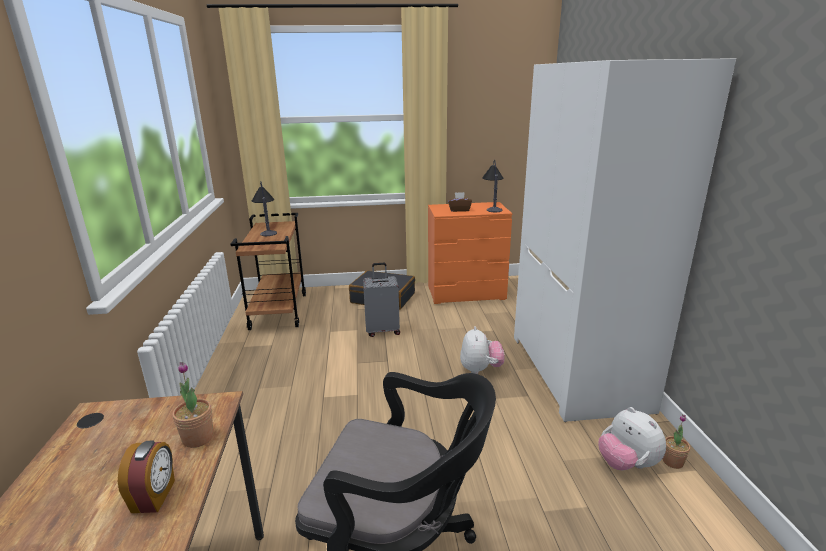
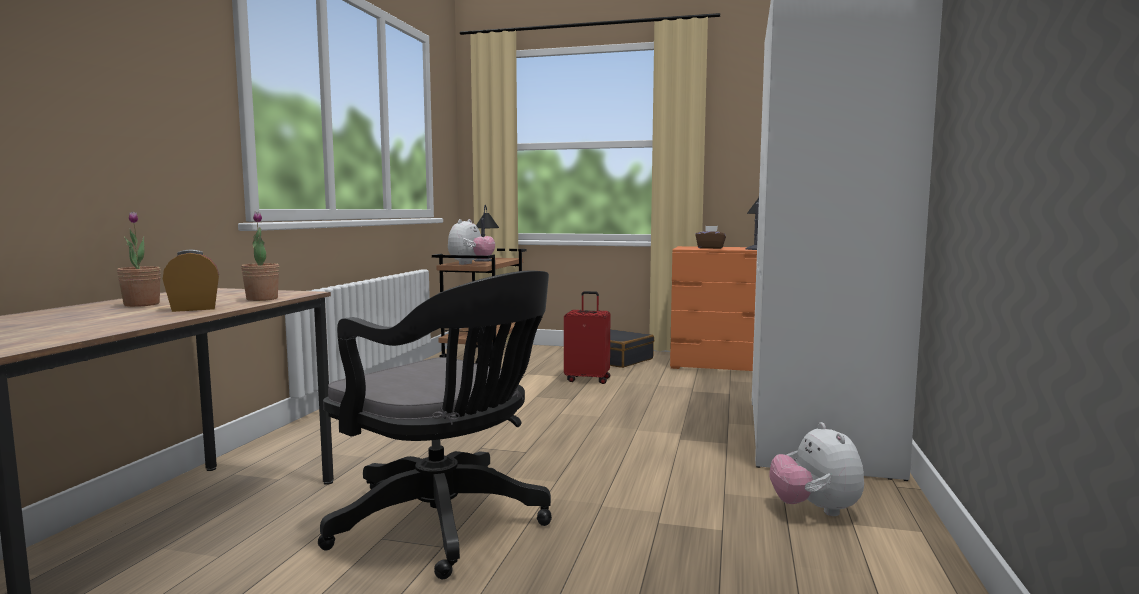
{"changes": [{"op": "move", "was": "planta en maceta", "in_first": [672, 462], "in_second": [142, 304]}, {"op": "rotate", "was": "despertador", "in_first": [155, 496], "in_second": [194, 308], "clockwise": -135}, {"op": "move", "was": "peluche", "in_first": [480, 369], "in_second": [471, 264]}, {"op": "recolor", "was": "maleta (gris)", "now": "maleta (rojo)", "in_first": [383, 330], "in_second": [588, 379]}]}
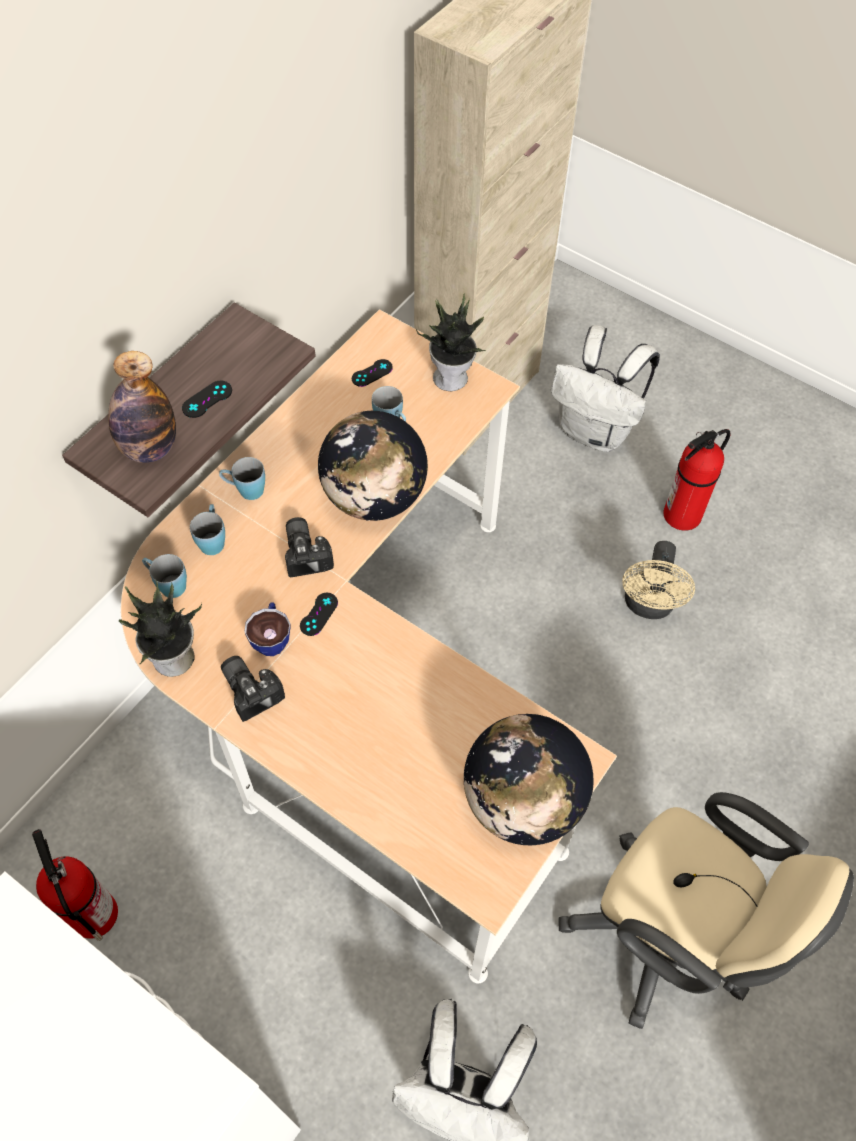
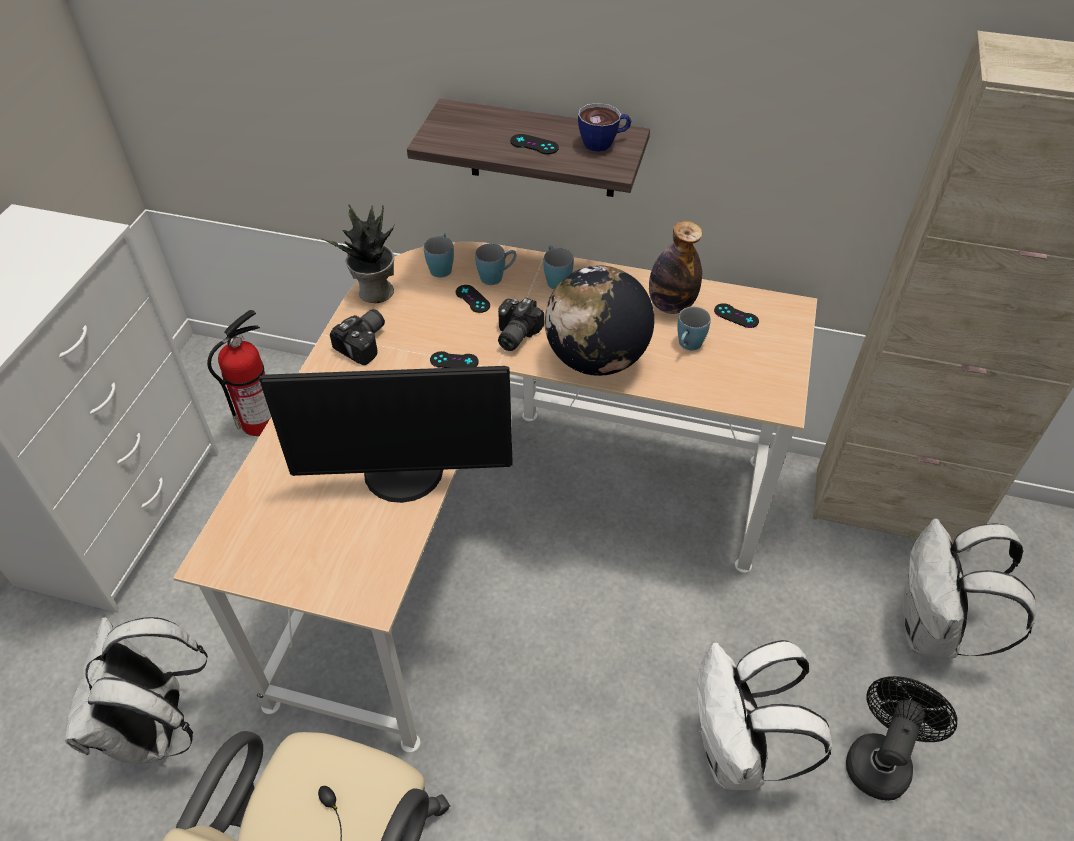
{"changes": [{"op": "insert", "now": "monitor", "in_second": [404, 474]}, {"op": "insert", "now": "mando de consola (negro)", "in_second": [472, 299]}, {"op": "rotate", "was": "cámara", "in_first": [307, 552], "in_second": [513, 335], "clockwise": 150}, {"op": "move", "was": "taza", "in_first": [272, 637], "in_second": [604, 142]}, {"op": "move", "was": "botella", "in_first": [149, 448], "in_second": [671, 305]}, {"op": "replace", "was": "ventilador (beis)", "now": "mochila (blanco)", "in_first": [648, 606], "in_second": [736, 753]}, {"op": "replace", "was": "extintor", "now": "ventilador (negro)", "in_first": [681, 516], "in_second": [880, 758]}, {"op": "delete", "was": "planta en maceta", "in_first": [452, 378]}, {"op": "delete", "was": "globo terráqueo", "in_first": [522, 801]}]}
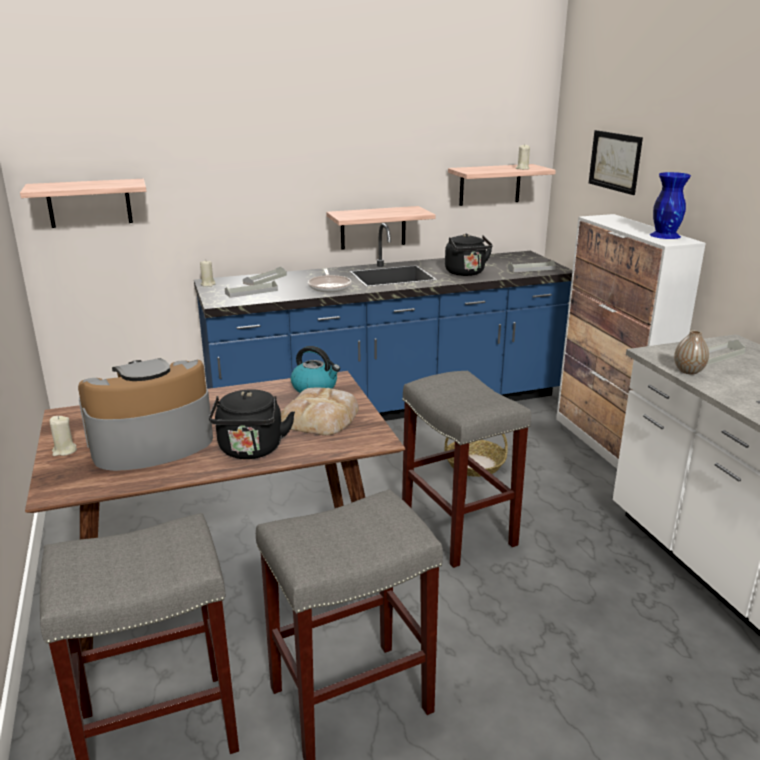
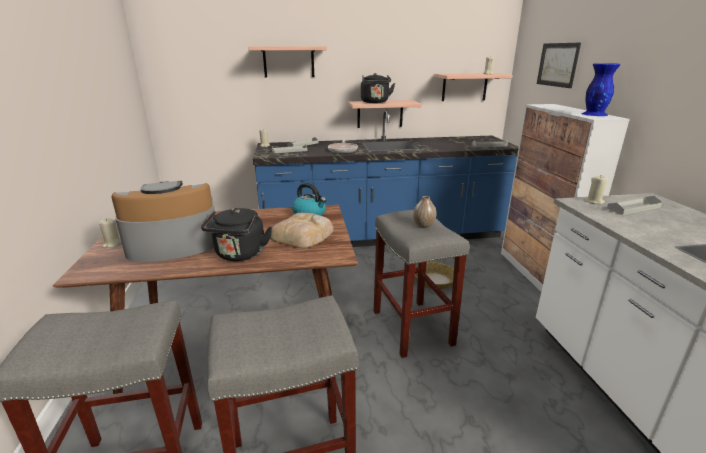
{"changes": [{"op": "move", "was": "estante", "in_first": [89, 203], "in_second": [288, 62]}, {"op": "move", "was": "hervidor (negro)", "in_first": [466, 273], "in_second": [375, 102]}, {"op": "move", "was": "florero", "in_first": [688, 371], "in_second": [423, 225]}, {"op": "insert", "now": "vela (beis)", "in_second": [594, 201]}]}
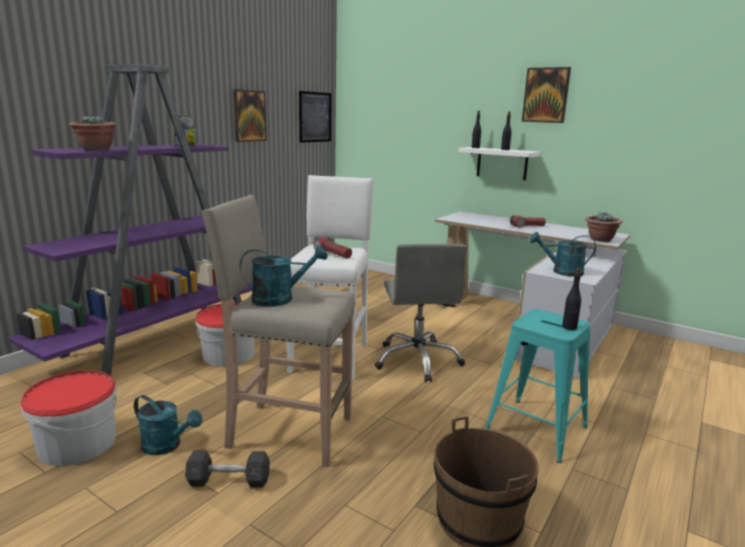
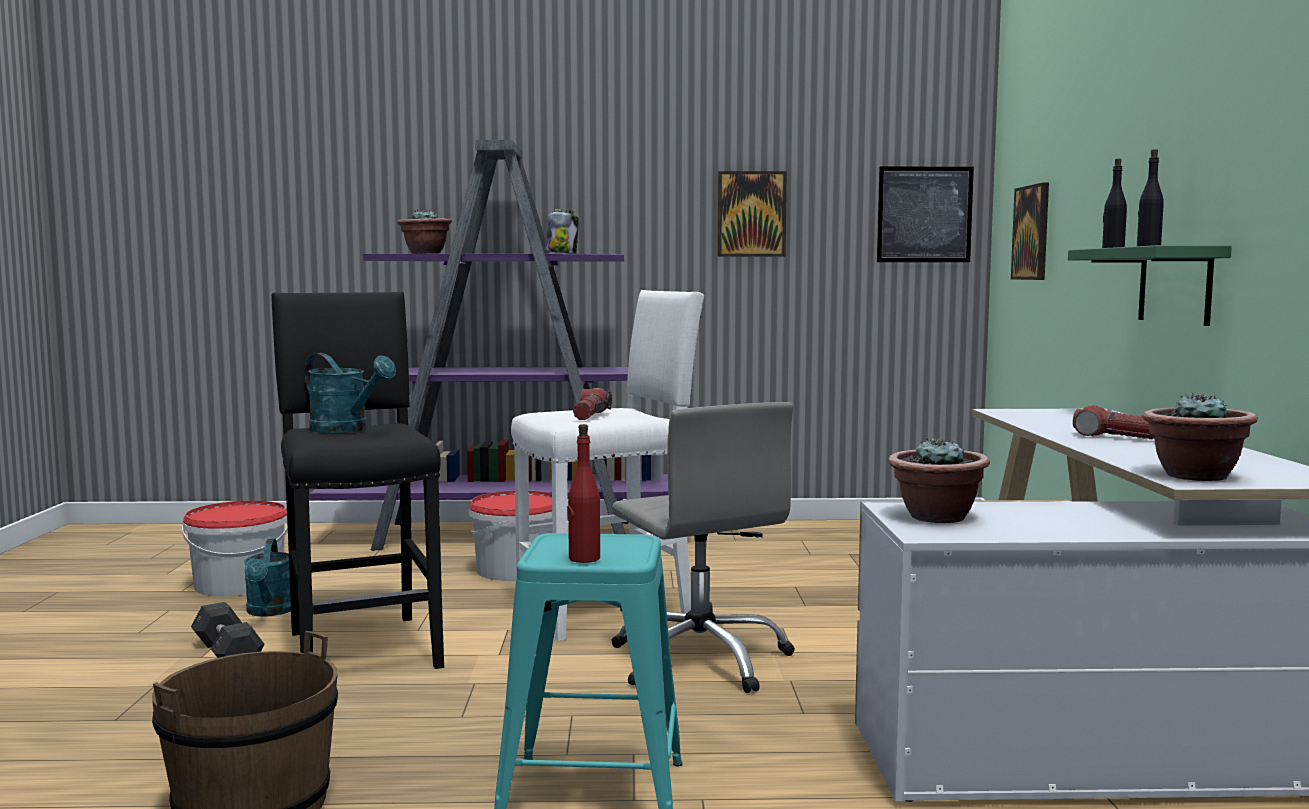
{"changes": [{"op": "recolor", "was": "taburete (beis)", "now": "taburete (negro)", "in_first": [288, 431], "in_second": [363, 648]}, {"op": "recolor", "was": "botella (negro)", "now": "botella (rojo)", "in_first": [569, 327], "in_second": [583, 559]}, {"op": "rotate", "was": "silla de oficina (gris)", "in_first": [418, 360], "in_second": [701, 660], "clockwise": -75}, {"op": "replace", "was": "regadera (turquesa)", "now": "planta en maceta", "in_first": [561, 272], "in_second": [936, 517]}, {"op": "move", "was": "cuadro", "in_first": [546, 95], "in_second": [1032, 232]}, {"op": "recolor", "was": "estante (blanco)", "now": "estante (verde)", "in_first": [502, 163], "in_second": [1175, 285]}]}
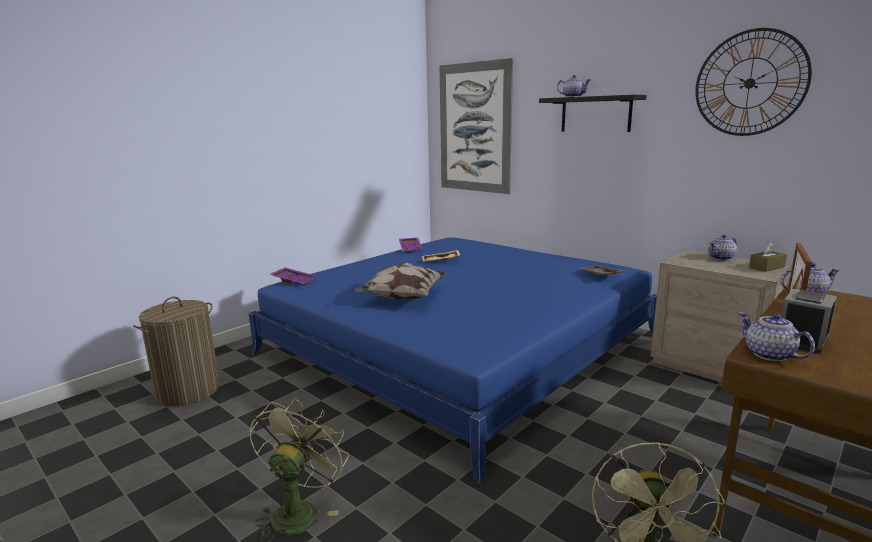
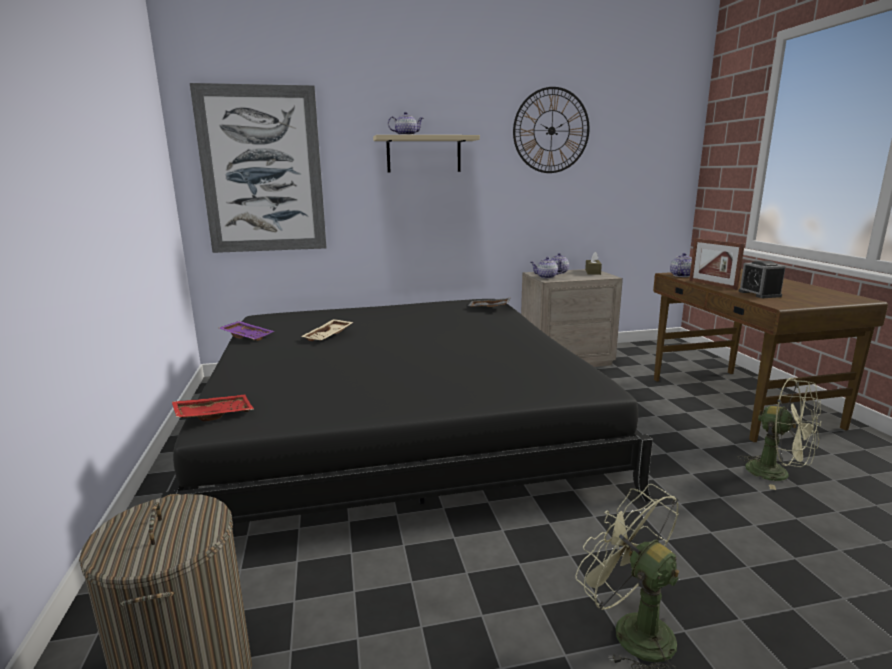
{"changes": [{"op": "recolor", "was": "cama (azul)", "now": "cama (negro)", "in_first": [458, 344], "in_second": [397, 423]}, {"op": "recolor", "was": "bandeja (morado)", "now": "bandeja (rojo)", "in_first": [295, 281], "in_second": [214, 414]}, {"op": "recolor", "was": "estante (negro)", "now": "estante (beis)", "in_first": [595, 114], "in_second": [424, 154]}, {"op": "move", "was": "tetera", "in_first": [769, 355], "in_second": [547, 277]}, {"op": "delete", "was": "cojín", "in_first": [402, 298]}]}
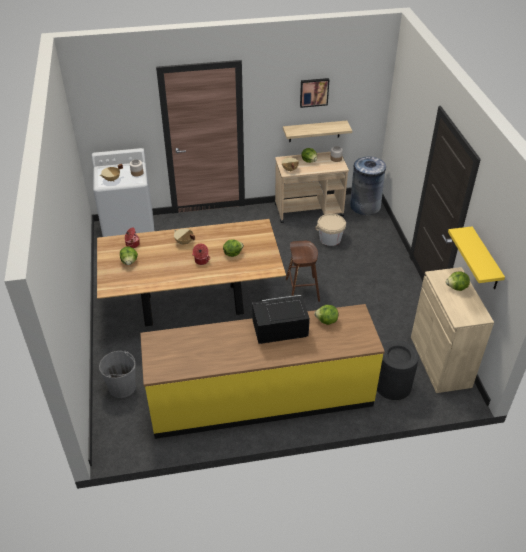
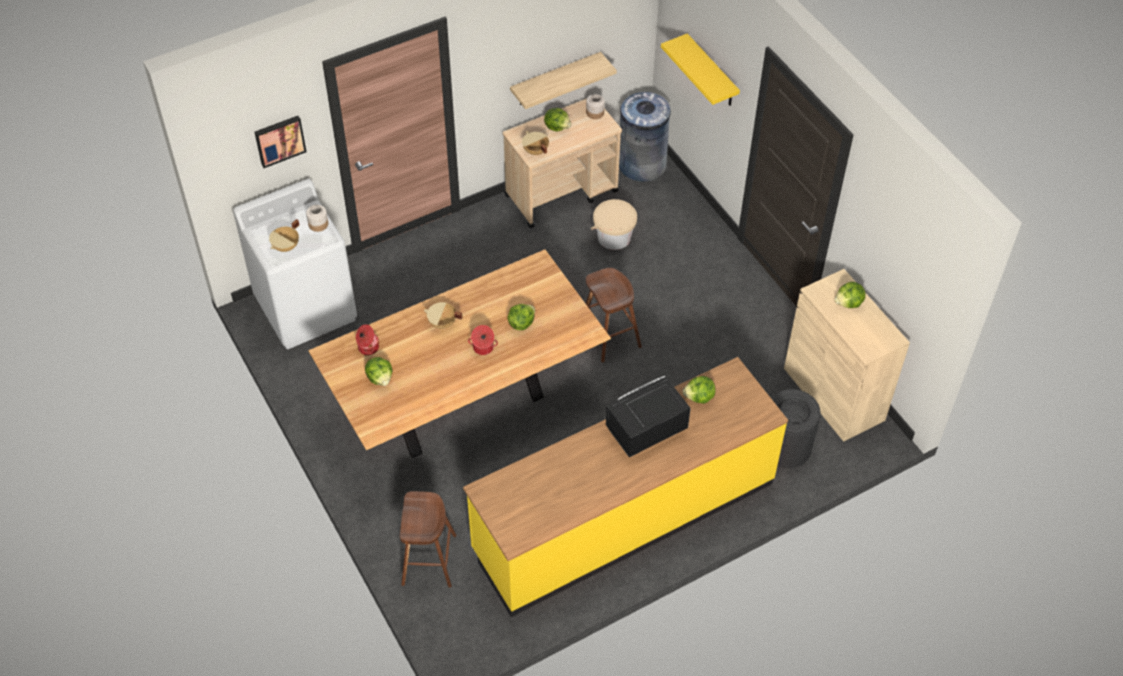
{"changes": [{"op": "move", "was": "cuadro", "in_first": [314, 92], "in_second": [279, 140]}, {"op": "replace", "was": "cubo (gris)", "now": "taburete (marrón)", "in_first": [122, 387], "in_second": [429, 559]}, {"op": "move", "was": "estante (amarillo)", "in_first": [485, 259], "in_second": [712, 72]}]}
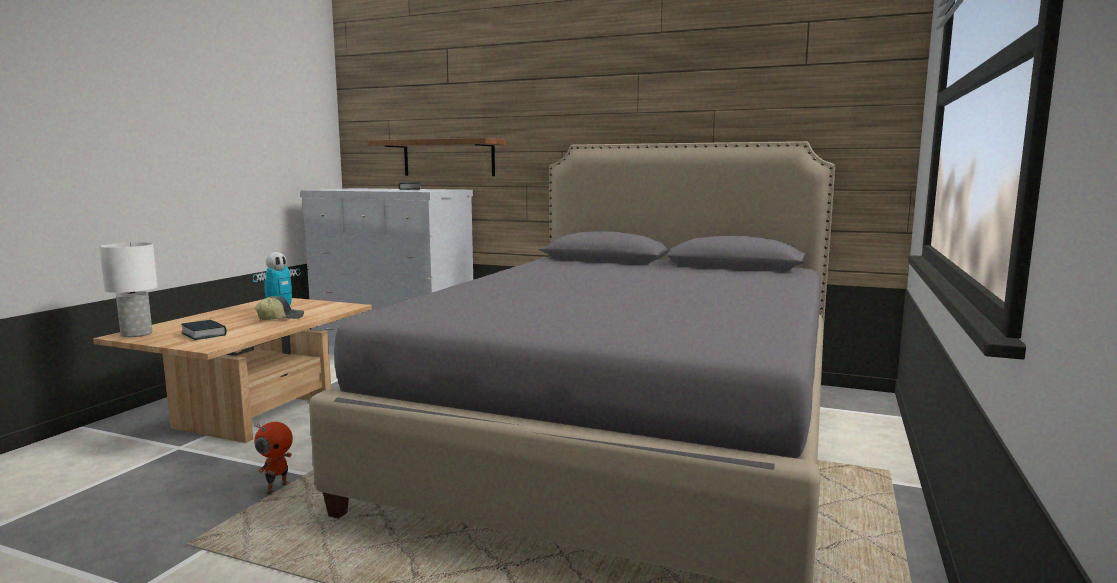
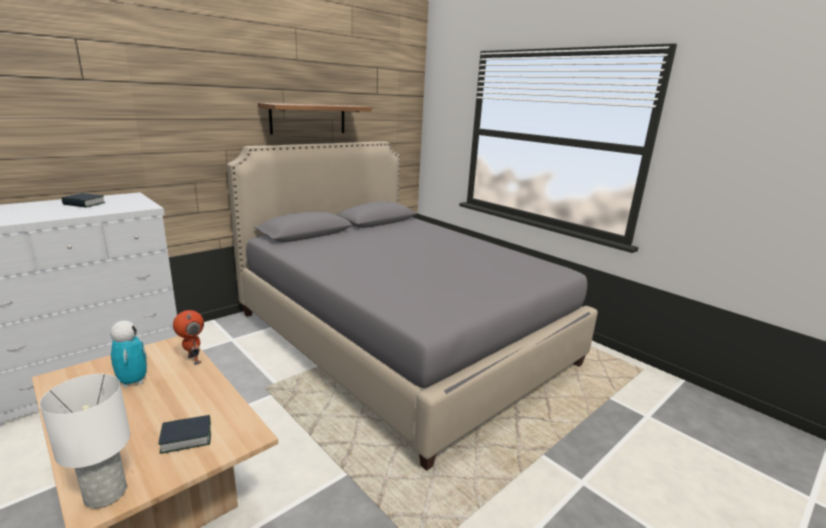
{"changes": [{"op": "move", "was": "robot de juguete", "in_first": [277, 488], "in_second": [193, 360]}, {"op": "move", "was": "estante", "in_first": [448, 158], "in_second": [308, 119]}, {"op": "delete", "was": "gorra", "in_first": [280, 318]}]}
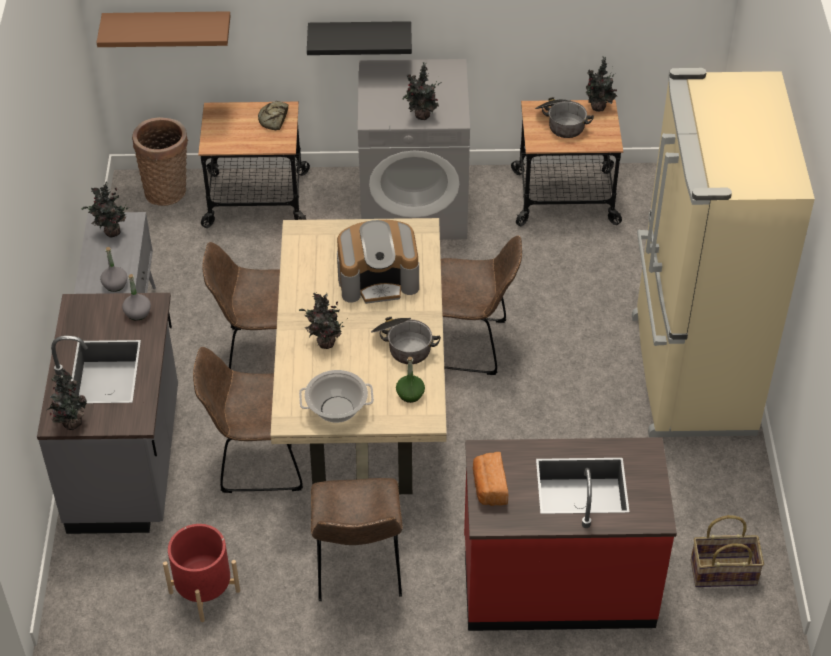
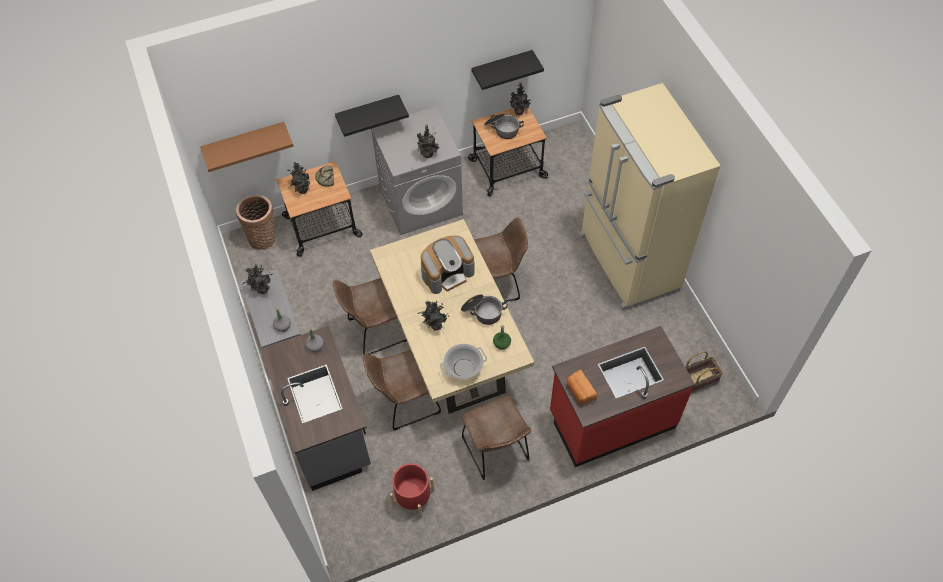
{"changes": [{"op": "move", "was": "planta en maceta", "in_first": [70, 422], "in_second": [302, 190]}, {"op": "insert", "now": "estante (negro)", "in_second": [501, 67]}]}
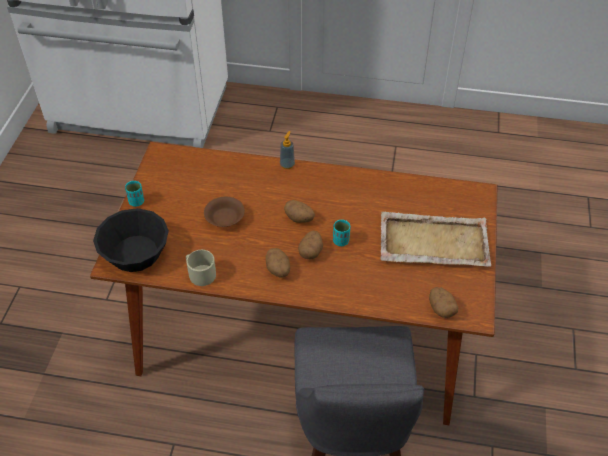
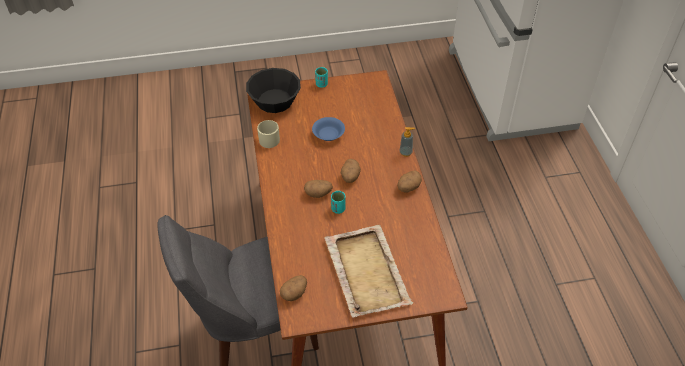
{"changes": [{"op": "recolor", "was": "cuenco (marrón)", "now": "cuenco (azul)", "in_first": [225, 219], "in_second": [328, 135]}, {"op": "move", "was": "patata", "in_first": [278, 270], "in_second": [408, 187]}]}
